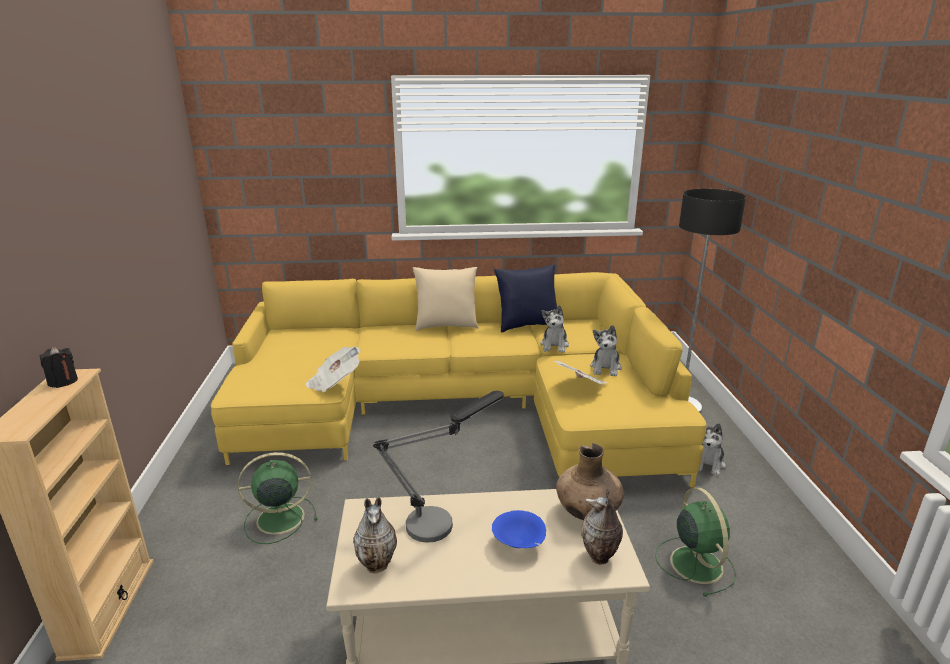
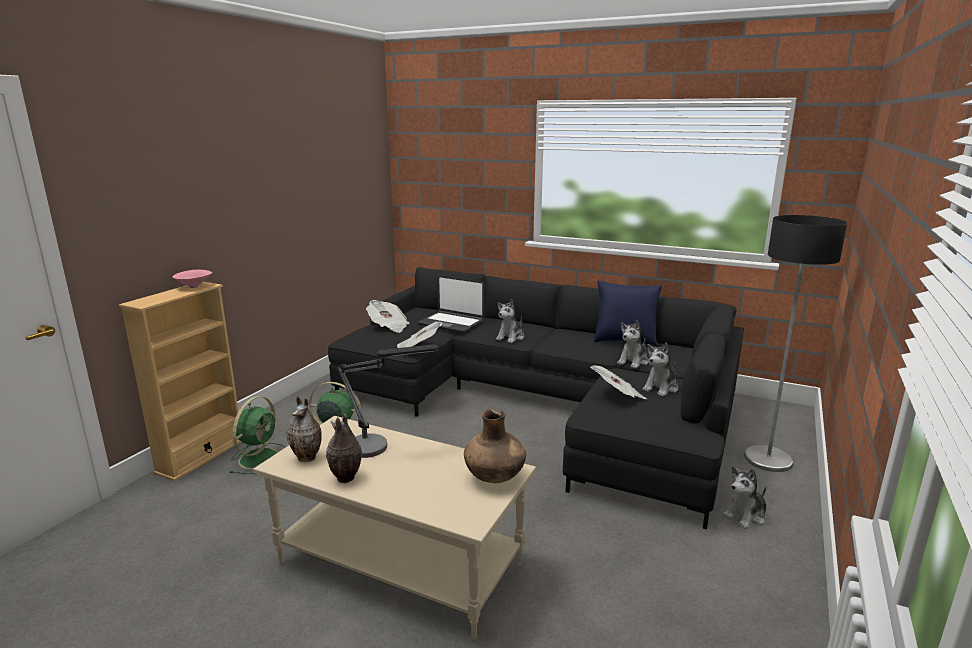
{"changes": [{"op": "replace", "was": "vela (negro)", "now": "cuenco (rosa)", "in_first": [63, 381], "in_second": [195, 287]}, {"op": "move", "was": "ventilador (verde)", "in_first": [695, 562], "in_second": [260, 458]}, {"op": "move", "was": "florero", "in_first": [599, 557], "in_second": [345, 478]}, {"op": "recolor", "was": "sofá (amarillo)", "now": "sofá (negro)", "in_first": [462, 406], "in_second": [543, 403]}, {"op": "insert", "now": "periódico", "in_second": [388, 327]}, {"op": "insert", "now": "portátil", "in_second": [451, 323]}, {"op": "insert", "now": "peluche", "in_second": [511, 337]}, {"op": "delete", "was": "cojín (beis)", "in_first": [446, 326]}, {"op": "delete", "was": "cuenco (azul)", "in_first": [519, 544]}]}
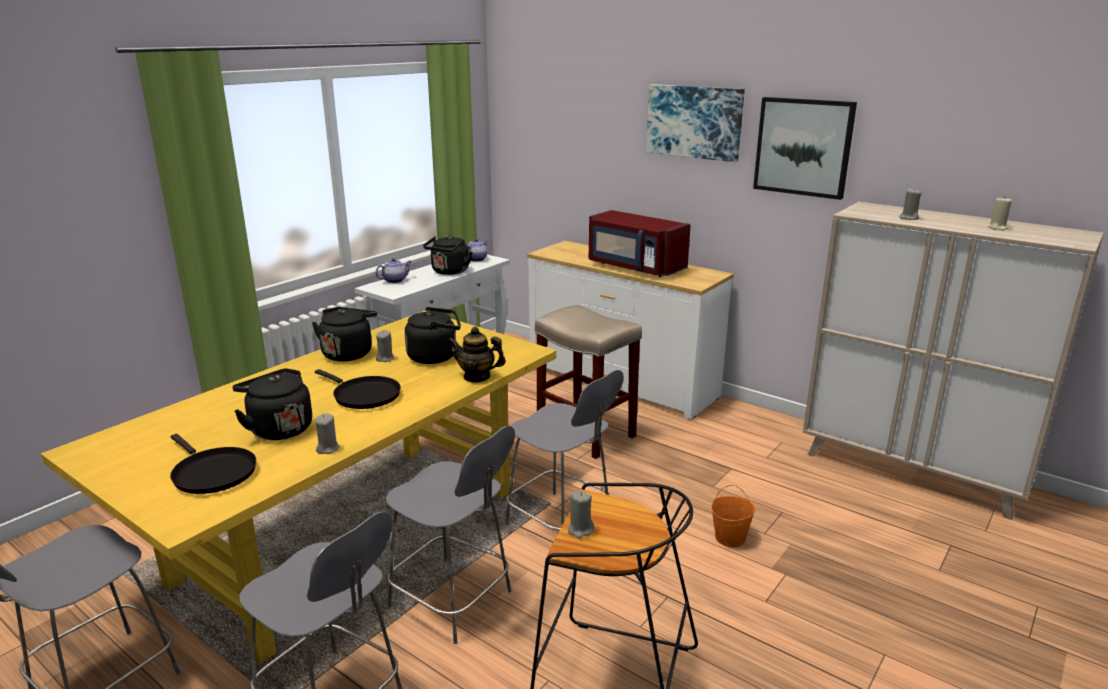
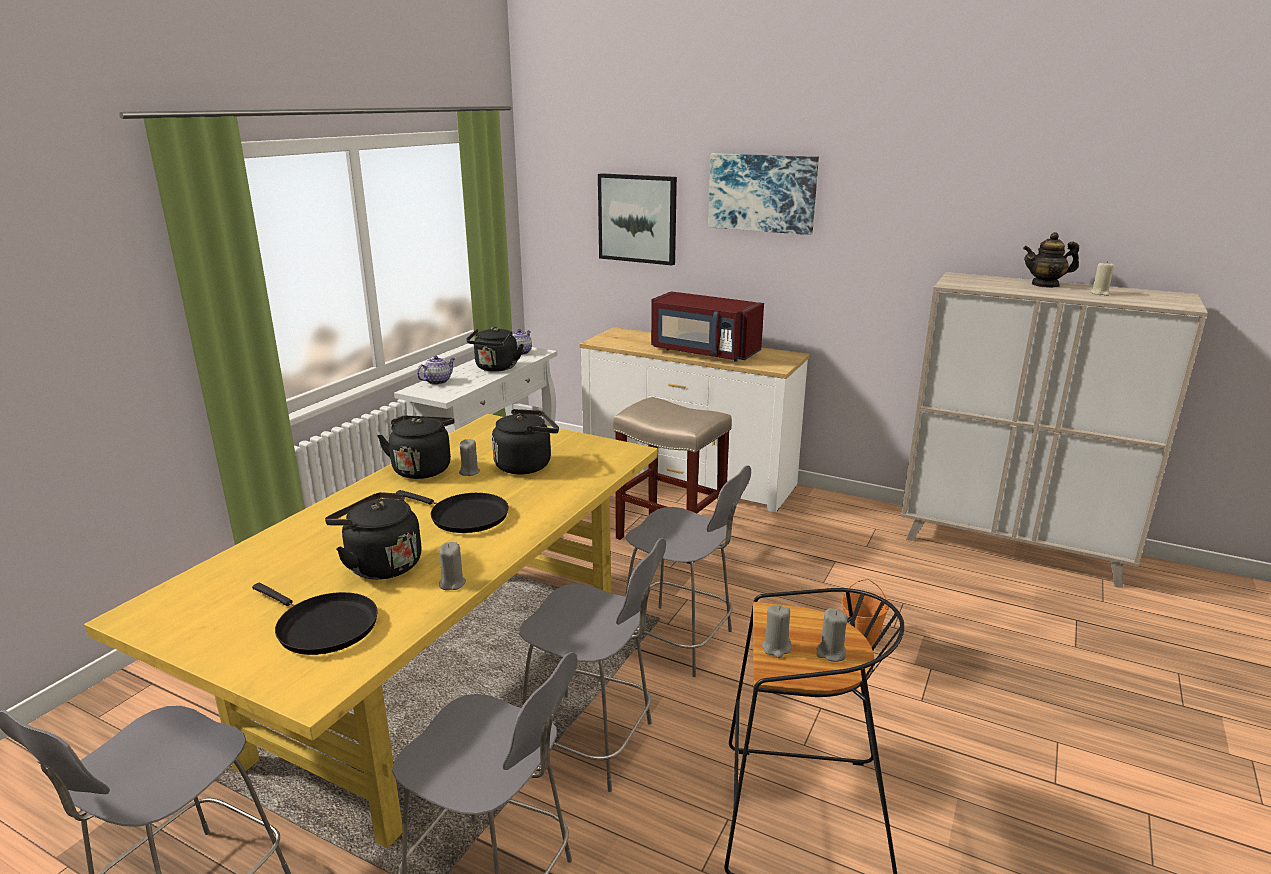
{"changes": [{"op": "move", "was": "cuadro", "in_first": [803, 147], "in_second": [637, 218]}, {"op": "move", "was": "vela (gris)", "in_first": [908, 218], "in_second": [831, 653]}, {"op": "move", "was": "tetera", "in_first": [477, 377], "in_second": [1045, 285]}]}
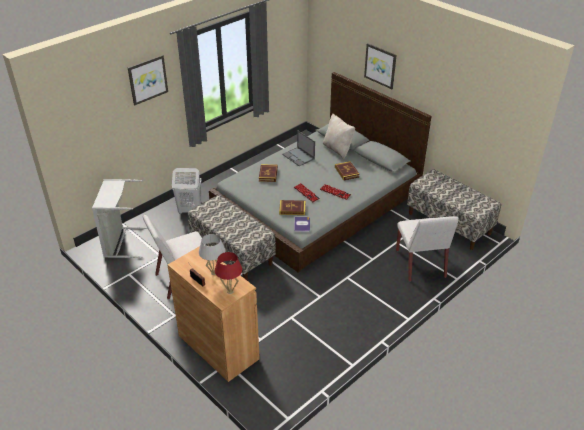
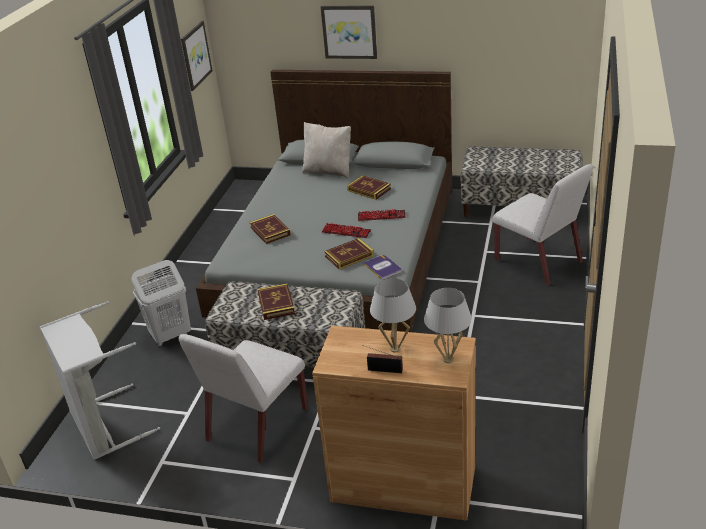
{"changes": [{"op": "move", "was": "cuadro", "in_first": [147, 79], "in_second": [195, 55]}, {"op": "insert", "now": "libro", "in_second": [276, 304]}, {"op": "recolor", "was": "lámpara de mesa (rojo)", "now": "lámpara de mesa (blanco)", "in_first": [230, 291], "in_second": [448, 359]}, {"op": "delete", "was": "portátil", "in_first": [298, 157]}]}
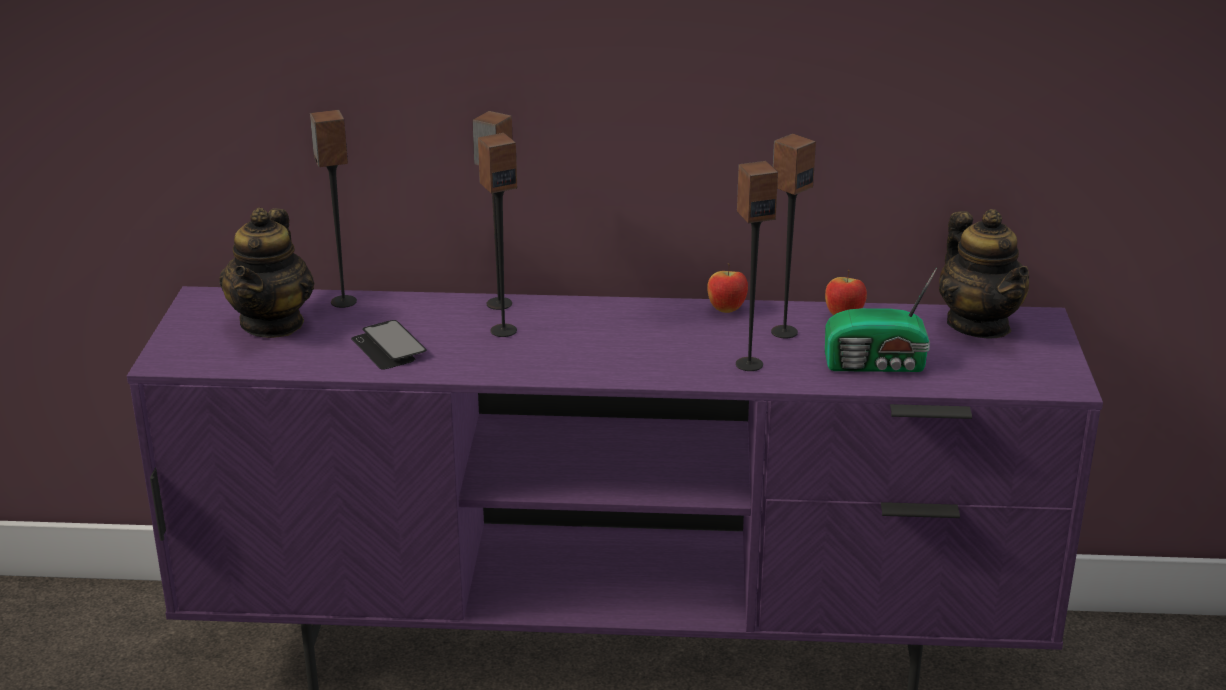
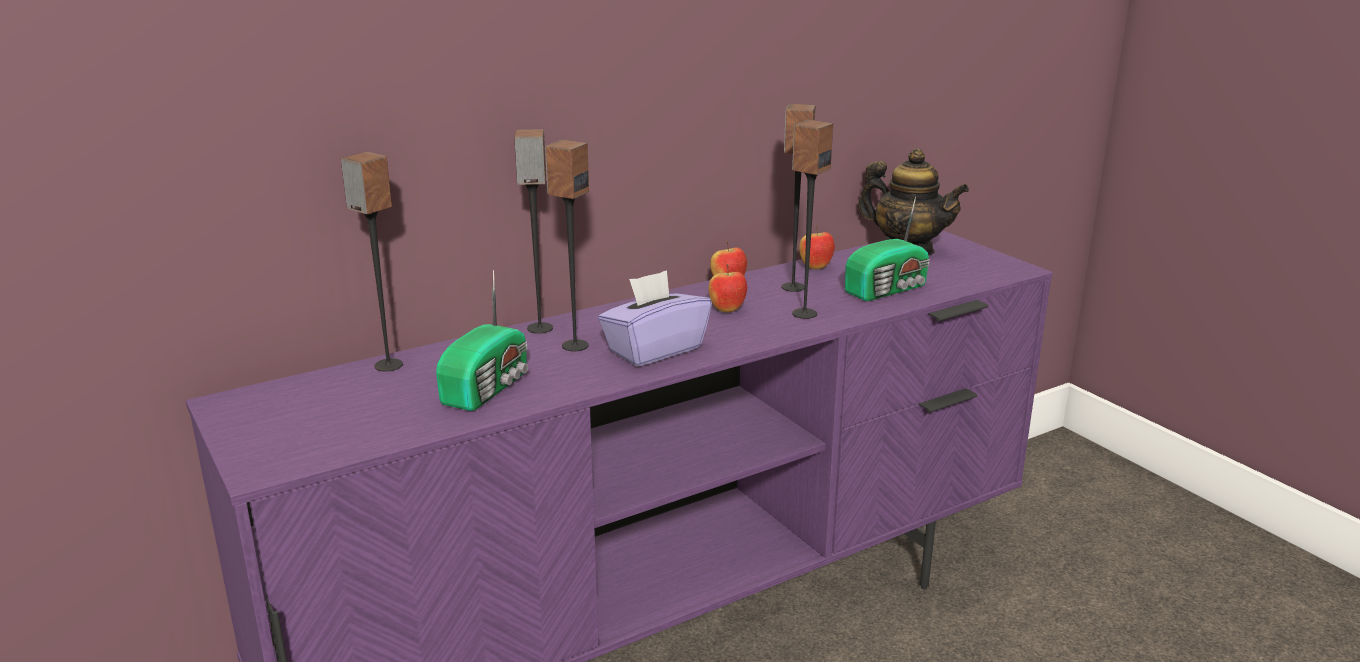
{"changes": [{"op": "replace", "was": "móvil", "now": "radio", "in_first": [388, 347], "in_second": [489, 387]}, {"op": "insert", "now": "caja de pañuelos (morado)", "in_second": [654, 349]}, {"op": "insert", "now": "manzana", "in_second": [727, 310]}, {"op": "delete", "was": "tetera", "in_first": [273, 323]}]}
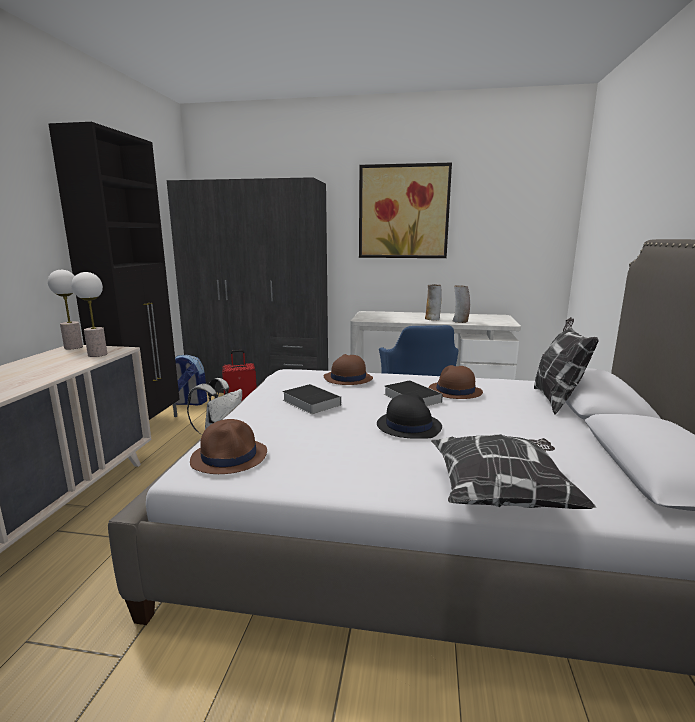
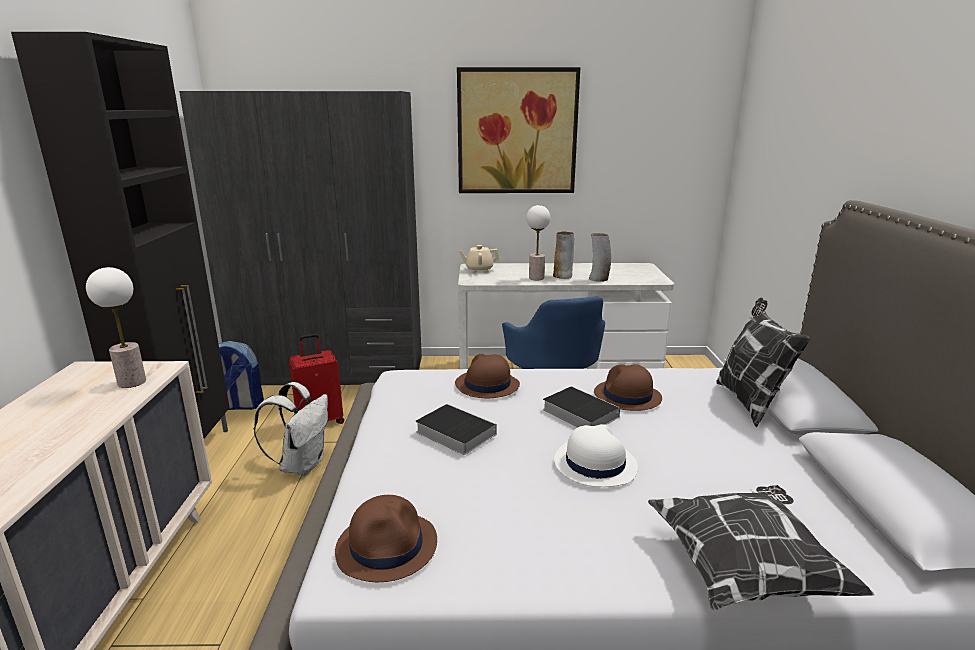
{"changes": [{"op": "insert", "now": "tetera (beis)", "in_second": [479, 270]}, {"op": "move", "was": "lámpara de mesa", "in_first": [73, 347], "in_second": [536, 278]}, {"op": "recolor", "was": "sombrero (negro)", "now": "sombrero (blanco)", "in_first": [408, 426], "in_second": [594, 464]}]}
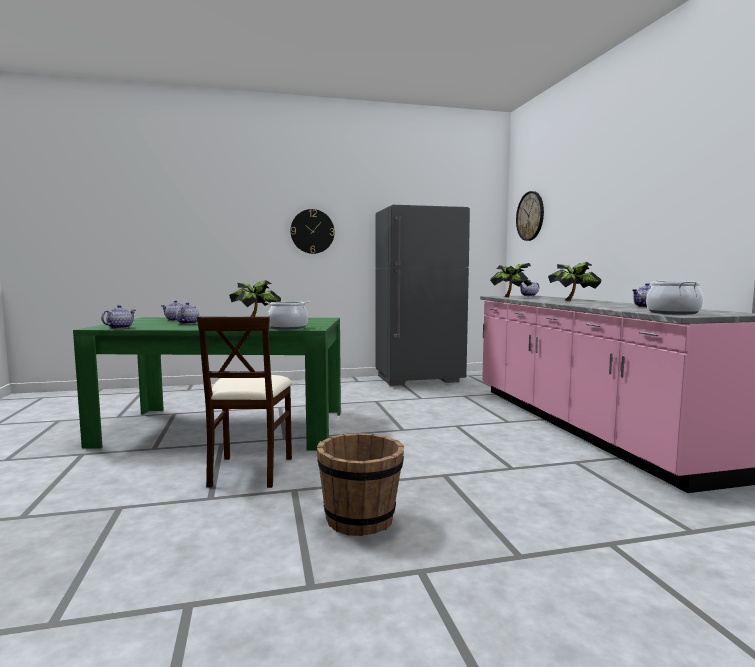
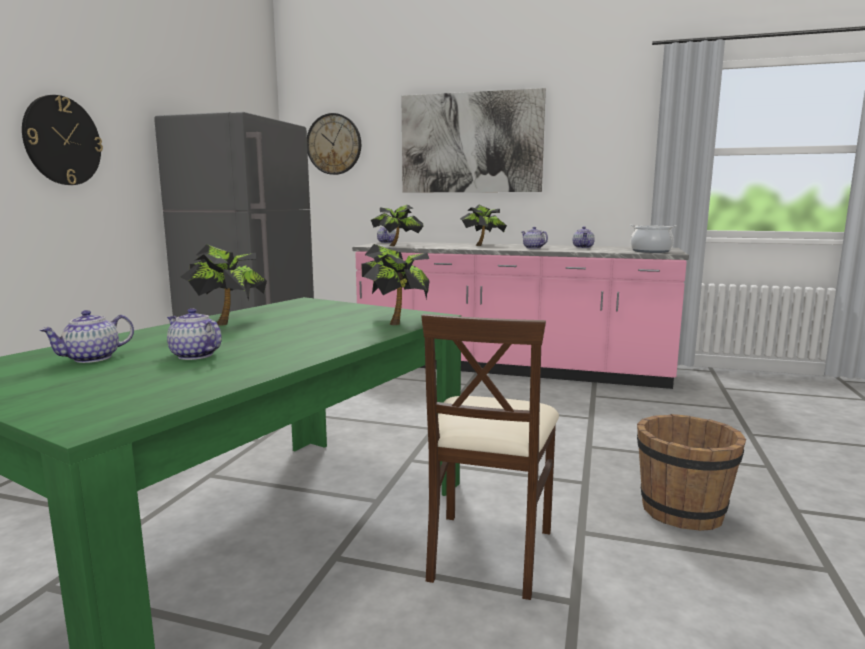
{"changes": [{"op": "replace", "was": "olla", "now": "planta en maceta", "in_first": [287, 327], "in_second": [398, 322]}, {"op": "insert", "now": "cuadro", "in_second": [471, 143]}, {"op": "rotate", "was": "silla (beis)", "in_first": [249, 471], "in_second": [488, 552], "clockwise": 75}, {"op": "move", "was": "tetera", "in_first": [120, 328], "in_second": [533, 248]}]}
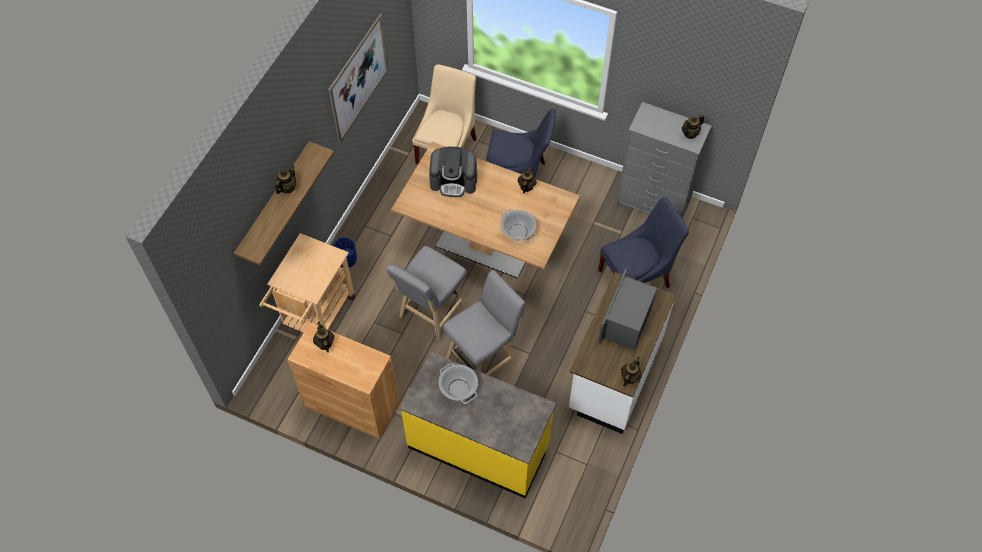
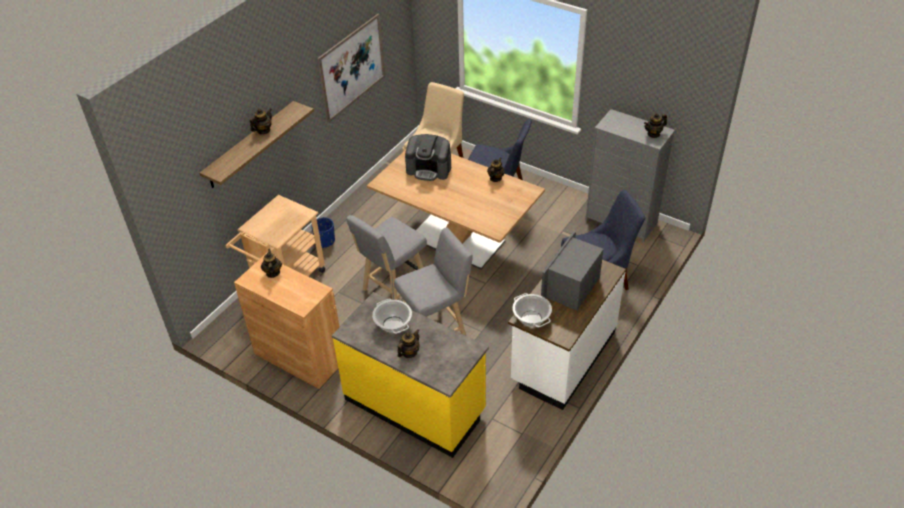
{"changes": [{"op": "move", "was": "tetera", "in_first": [629, 377], "in_second": [409, 352]}, {"op": "move", "was": "olla", "in_first": [518, 232], "in_second": [531, 318]}]}
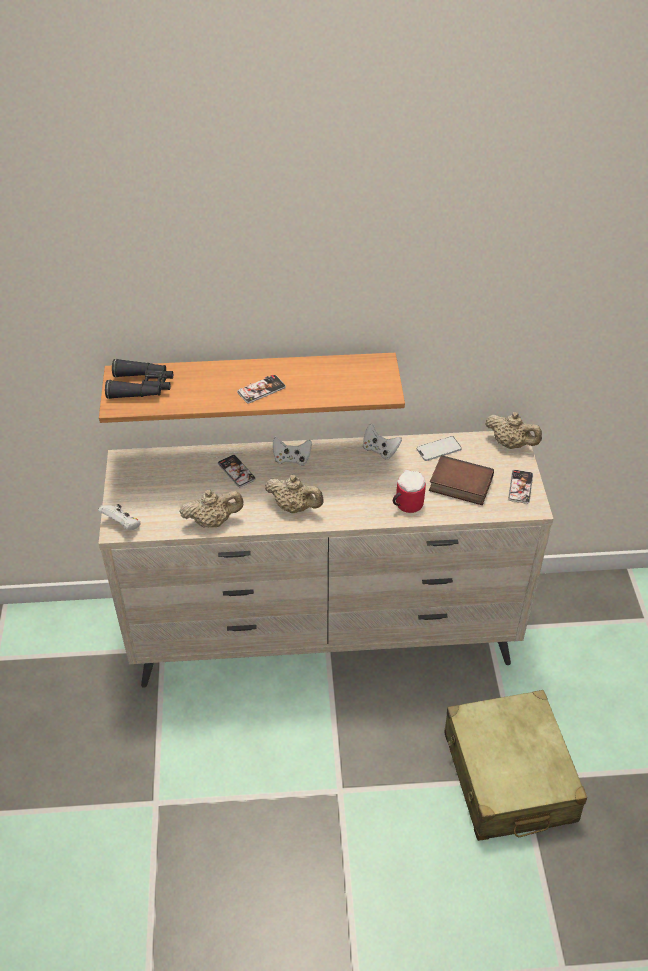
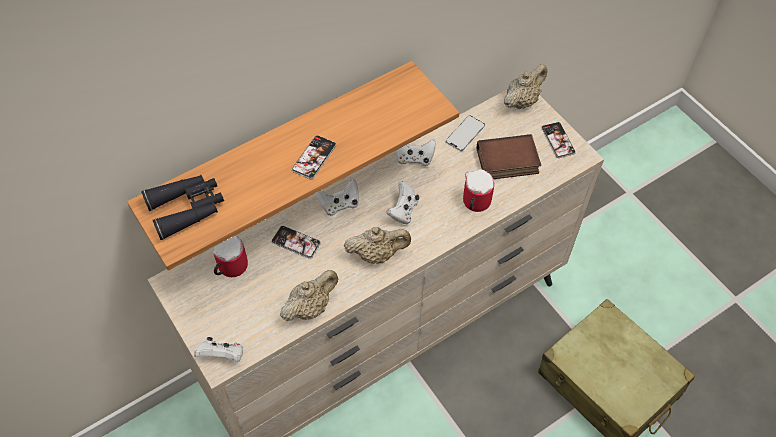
{"changes": [{"op": "insert", "now": "taza grande", "in_second": [229, 267]}, {"op": "insert", "now": "mando de consola (blanco)", "in_second": [403, 211]}, {"op": "rotate", "was": "tetera (beis)", "in_first": [510, 444], "in_second": [522, 101], "clockwise": -45}]}
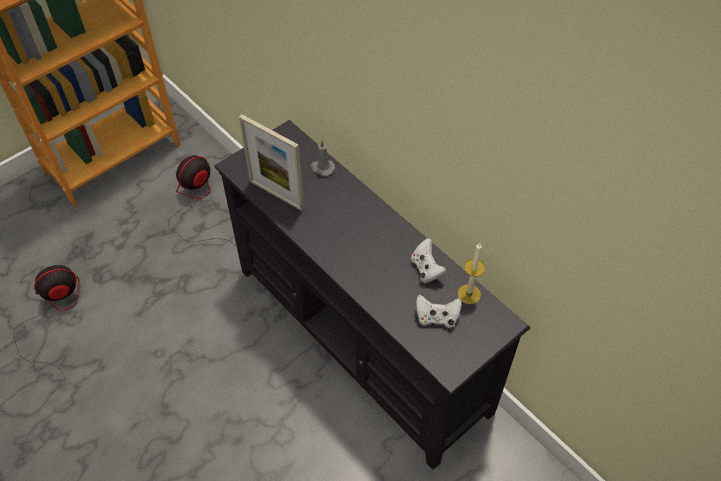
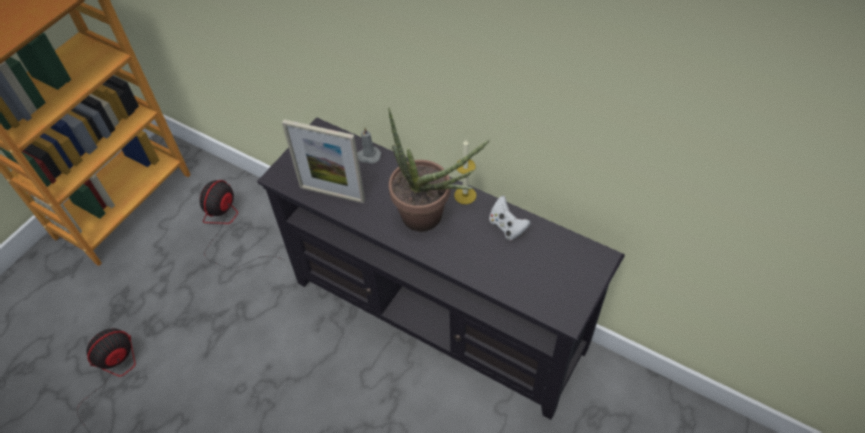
{"changes": [{"op": "insert", "now": "planta en maceta", "in_second": [430, 219]}, {"op": "move", "was": "vela", "in_first": [469, 294], "in_second": [465, 195]}, {"op": "delete", "was": "mando de consola (blanco)", "in_first": [437, 318]}]}
